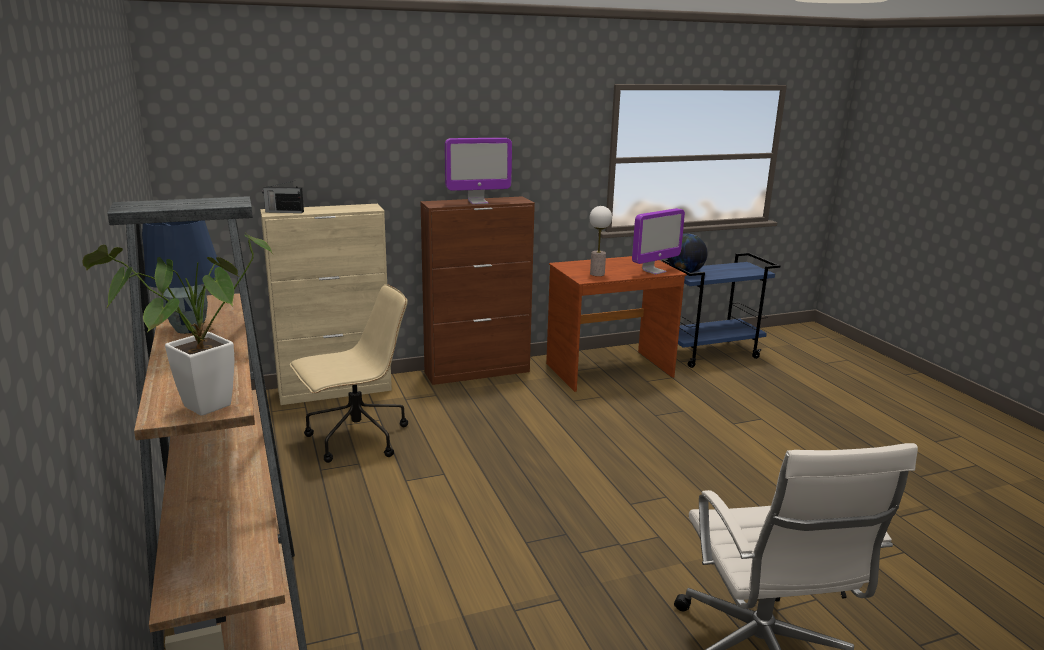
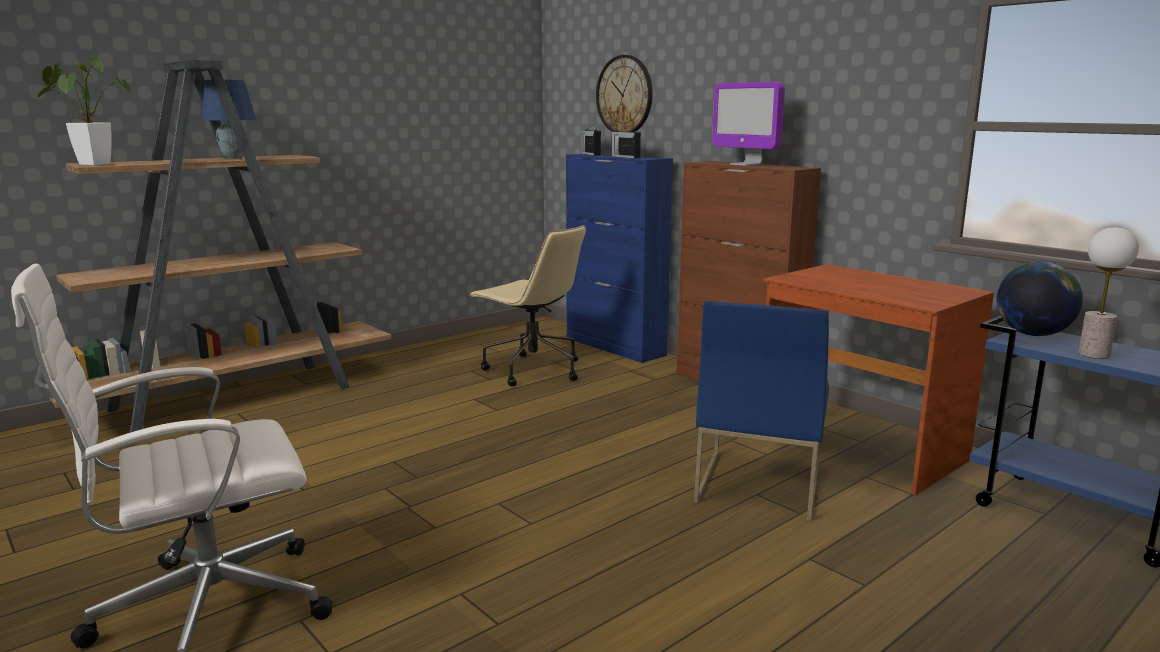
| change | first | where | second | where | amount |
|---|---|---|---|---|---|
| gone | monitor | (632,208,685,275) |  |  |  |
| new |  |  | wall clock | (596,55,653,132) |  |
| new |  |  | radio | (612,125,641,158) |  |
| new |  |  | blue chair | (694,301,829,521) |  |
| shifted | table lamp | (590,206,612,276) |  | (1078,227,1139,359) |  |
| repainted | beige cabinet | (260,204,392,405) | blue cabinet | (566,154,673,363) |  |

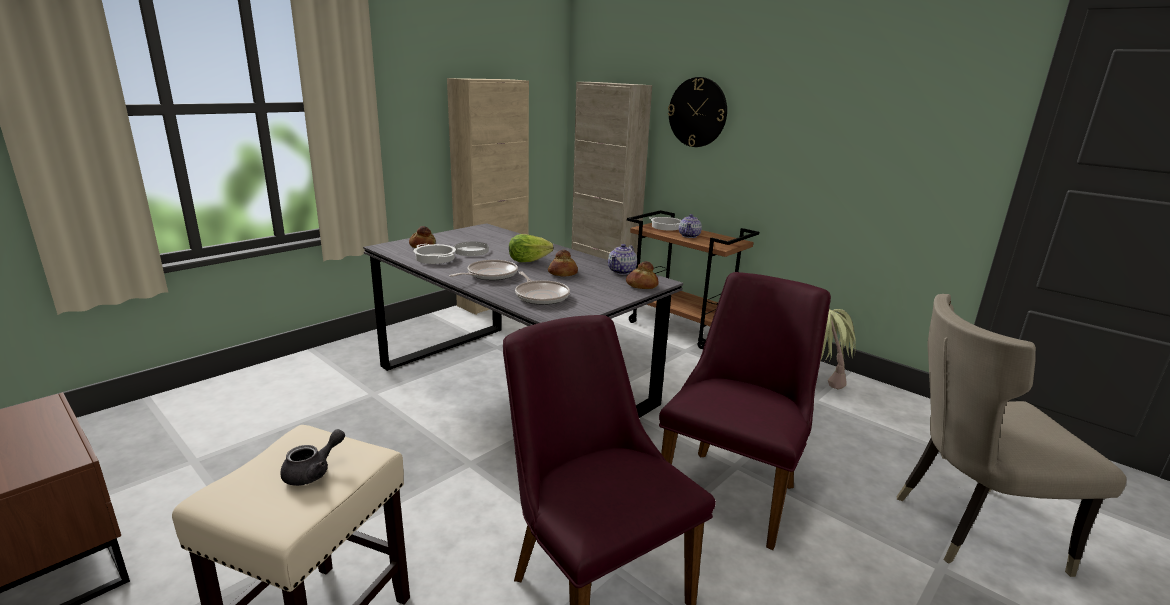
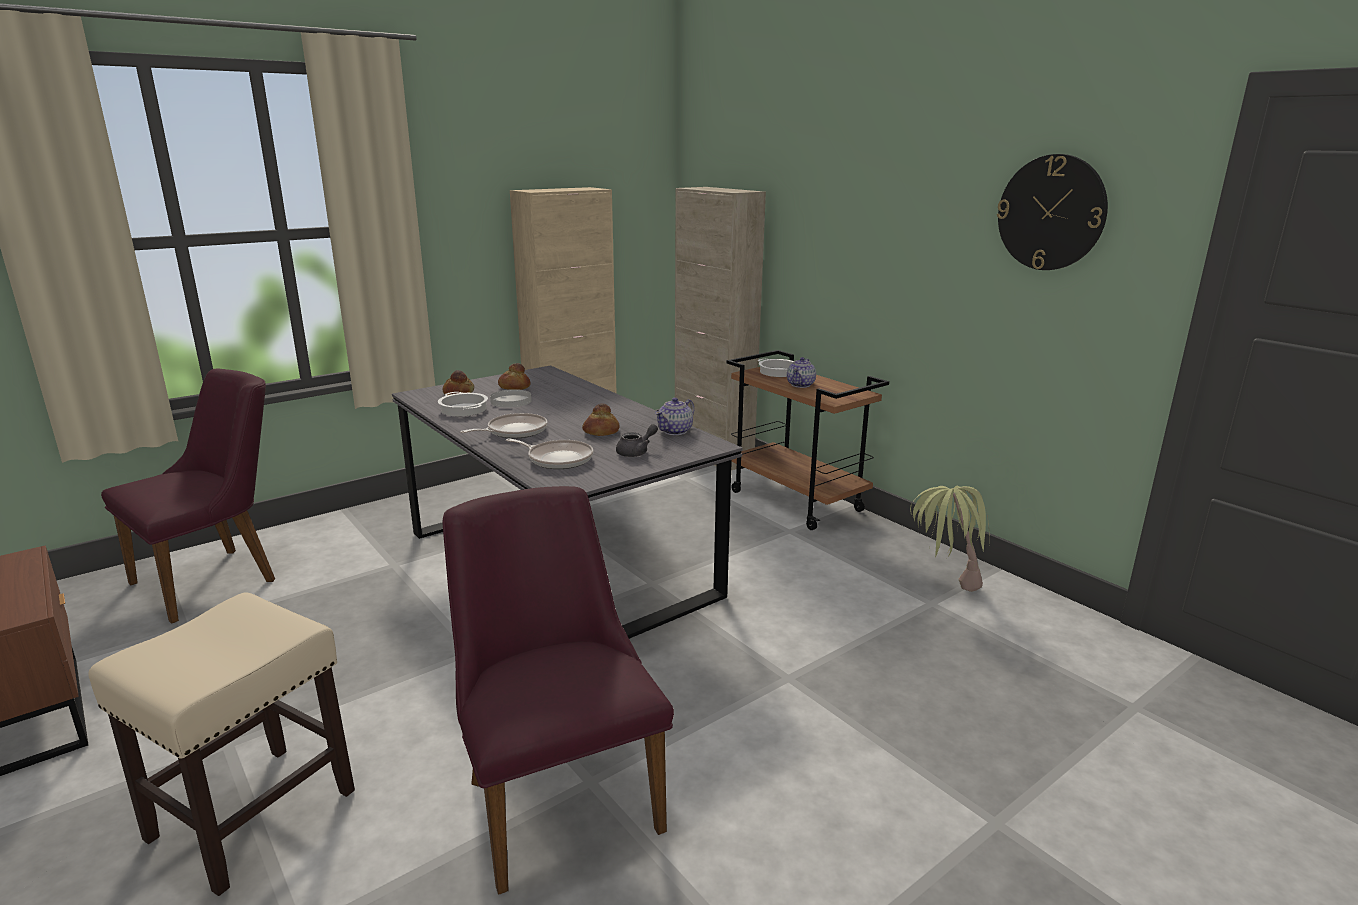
| change | first | where | second | where | amount |
|---|---|---|---|---|---|
| gone | lettuce | (509,234,553,262) |  |  |  |
| gone | beige chair | (897,294,1127,577) |  |  |  |
| shifted | grey teapot | (280,429,345,486) |  | (616,424,658,457) |  |
| shifted | bread | (626,261,659,289) |  | (498,363,531,390) |  |
| shifted | purple chair | (659,272,831,550) |  | (101,368,275,624) |  |
| shifted | wall clock | (668,77,727,147) |  | (997,154,1108,270) |  |
| rotated | frying pan | (515,271,570,305) |  | (506,438,593,469) | 45 degrees counterclockwise |

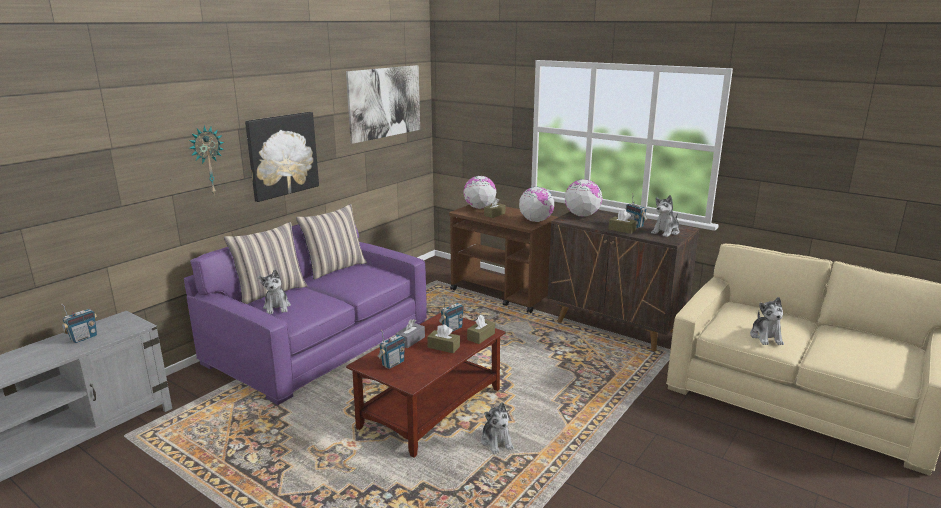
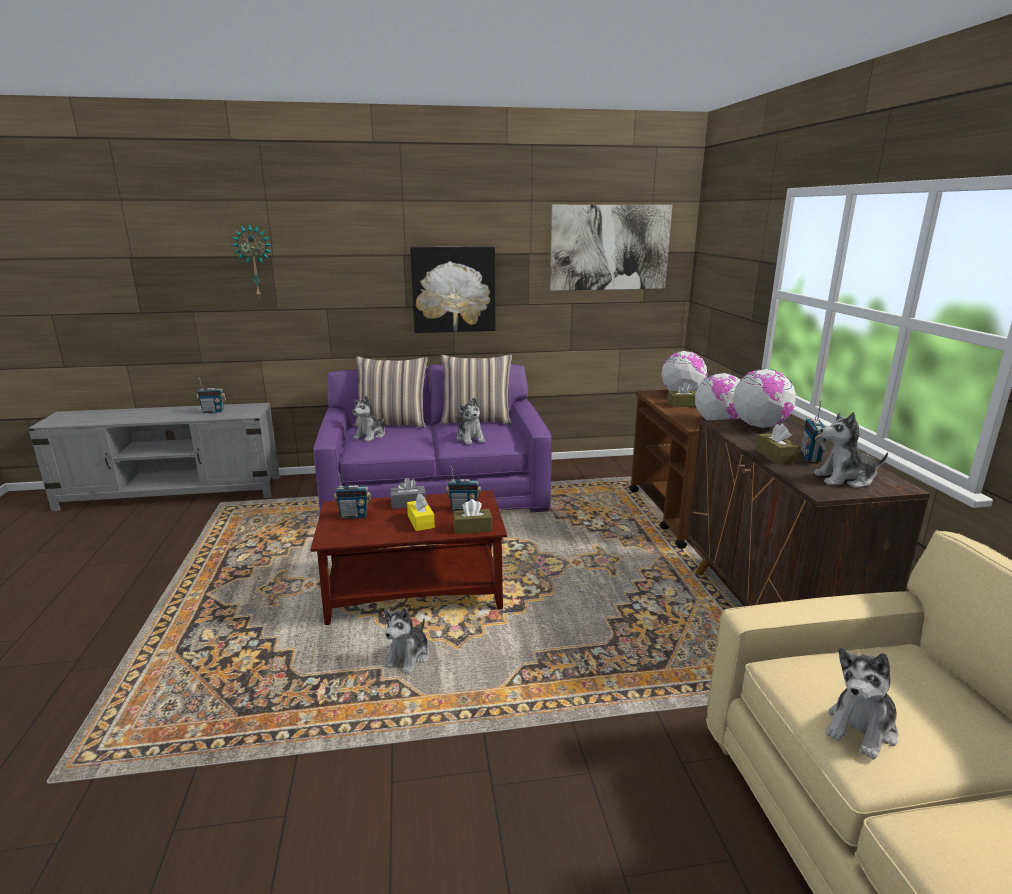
| change | first | where | second | where | amount |
|---|---|---|---|---|---|
| new |  |  | plush toy | (457,398,485,445) |  |
| shifted | wall clock | (189,126,224,194) |  | (232,224,272,296) |  |
| repainted | brown tissue box | (427,324,460,353) | yellow tissue box | (407,494,435,531) |  |

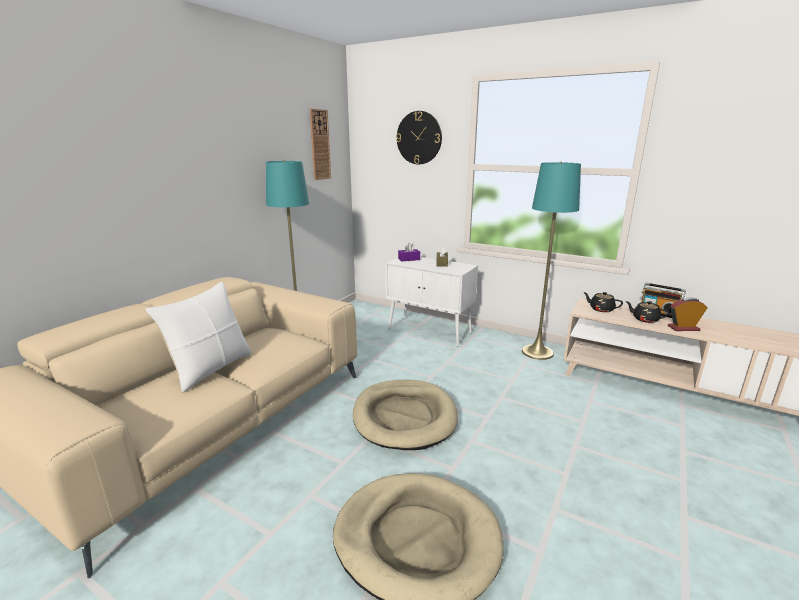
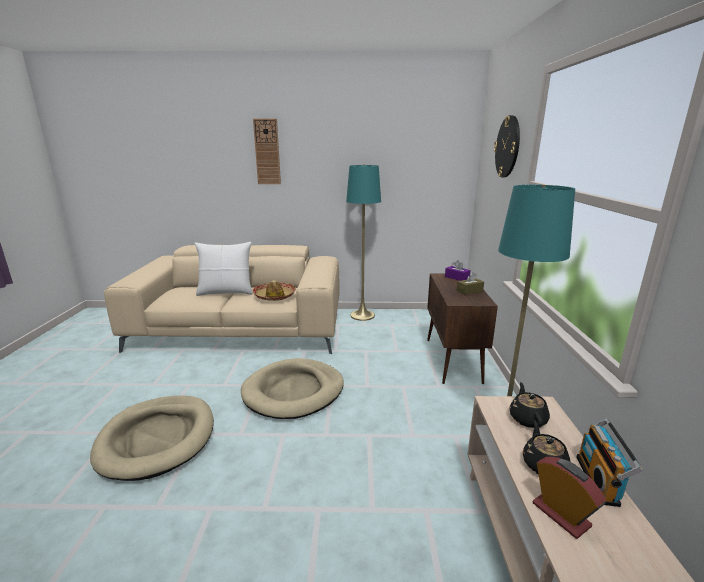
| change | first | where | second | where | amount |
|---|---|---|---|---|---|
| new |  |  | hat | (252,280,296,301) |  |
| shifted | wall clock | (309,109,331,180) |  | (253,119,281,184) |  |
| repainted | white cabinet | (385,257,478,346) | brown cabinet | (427,274,498,384) |  |

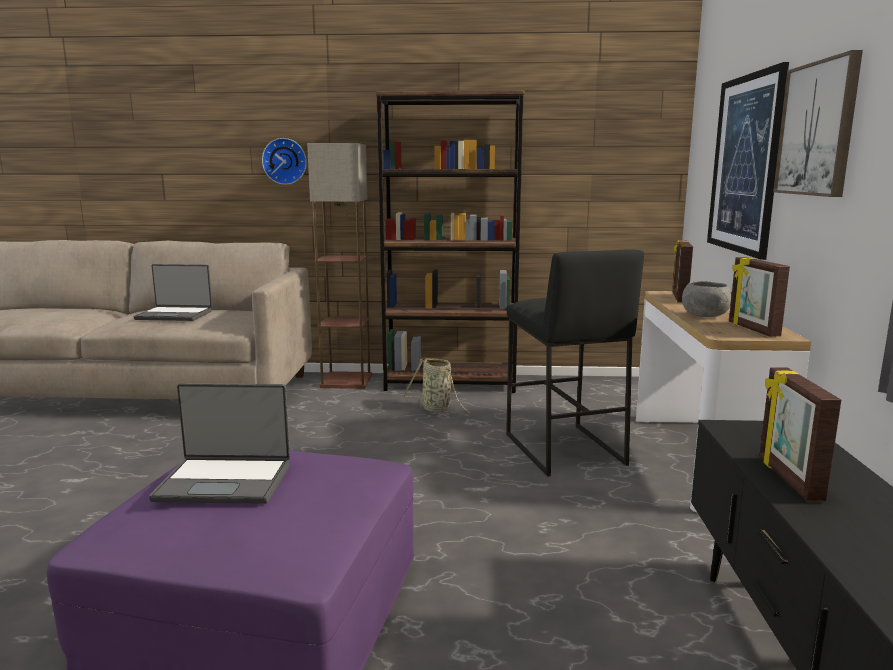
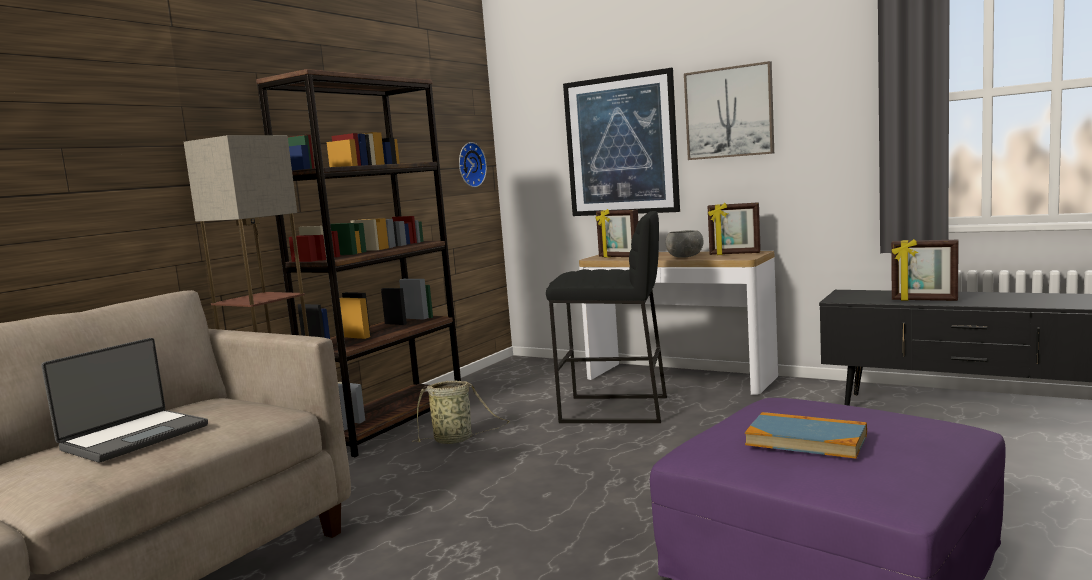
| change | first | where | second | where | amount |
|---|---|---|---|---|---|
| shifted | wall clock | (262,138,307,185) |  | (459,142,487,187) |  |
| swapped | laptop | (149,383,290,504) | book | (745,412,867,459) |  |

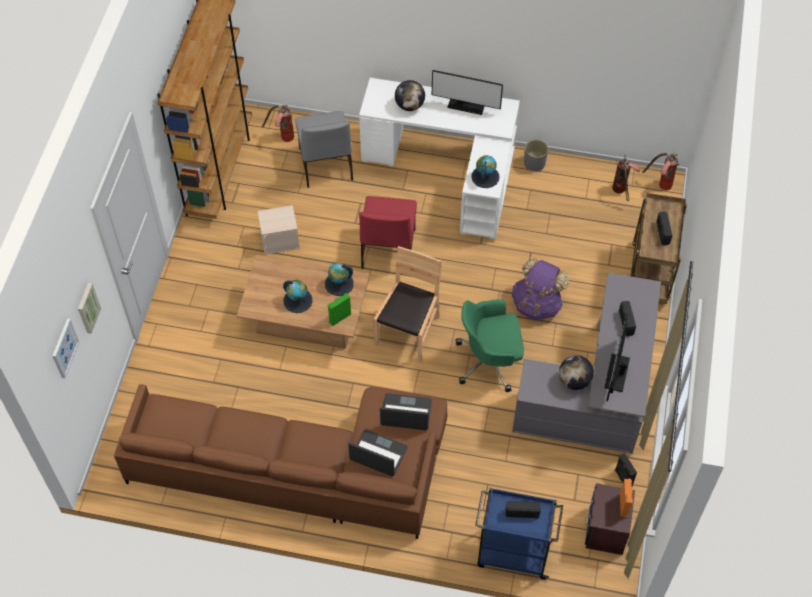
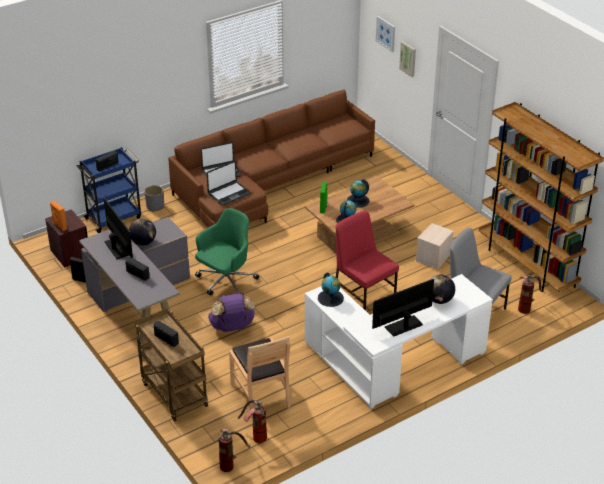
| change | first | where | second | where | amount |
|---|---|---|---|---|---|
| shifted | brown chair | (374,246,442,362) |  | (229,336,290,419) |  |
| shifted | grey planter | (524,139,548,171) |  | (144,185,164,212) |  |

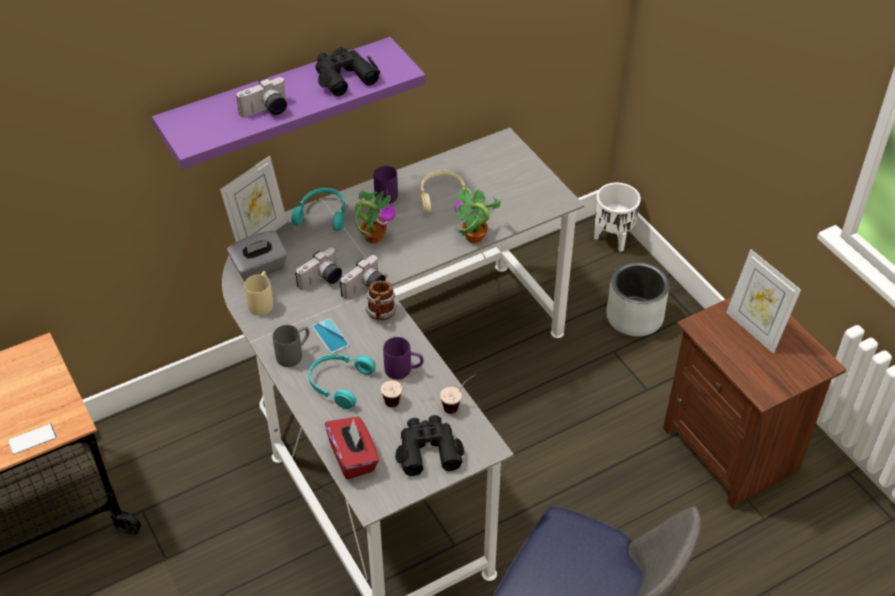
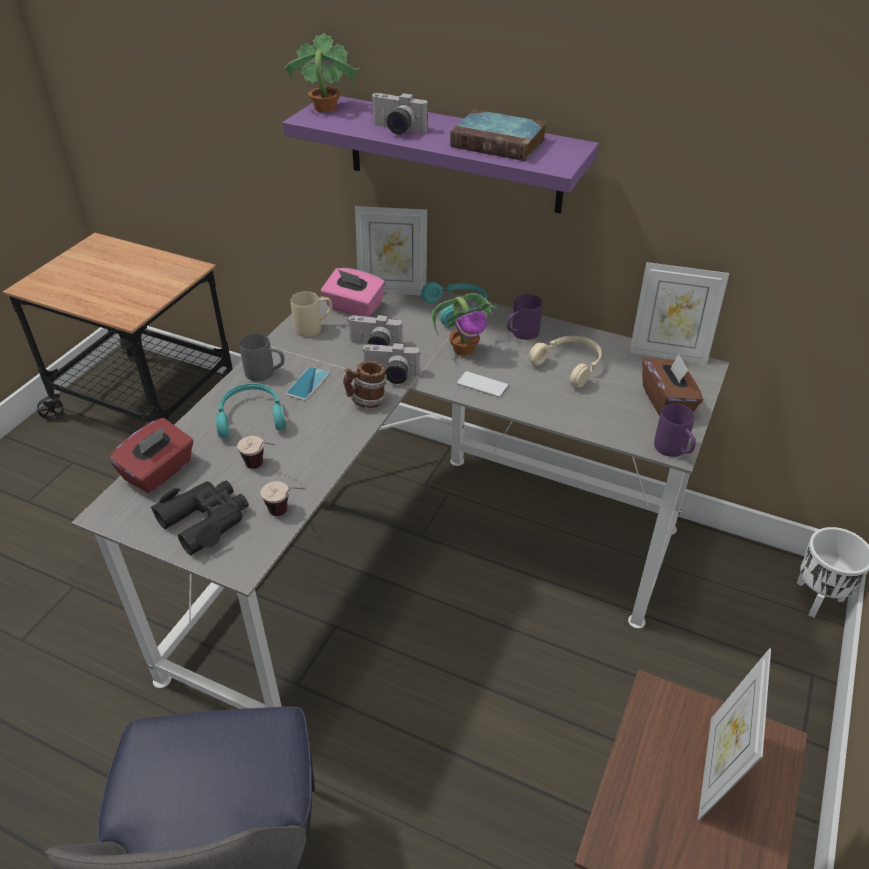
| change | first | where | second | where | amount |
|---|---|---|---|---|---|
| gone | grey planter | (606,262,670,336) |  |  |  |
| new |  |  | picture frame | (629,262,729,365) |  |
| new |  |  | brown tissue box | (642,353,703,416) |  |
| shifted | phone | (8,424,57,455) |  | (457,371,509,398) |  |
| shifted | purple mug | (383,337,424,380) |  | (654,404,696,457) |  |
| shifted | potted plant | (455,188,501,243) |  | (285,33,360,113) |  |
| swapped | black binoculars | (315,47,380,96) | book | (450,109,547,161) |  |
| repainted | grey tissue box | (227,231,288,281) | pink tissue box | (321,268,385,317) |  |

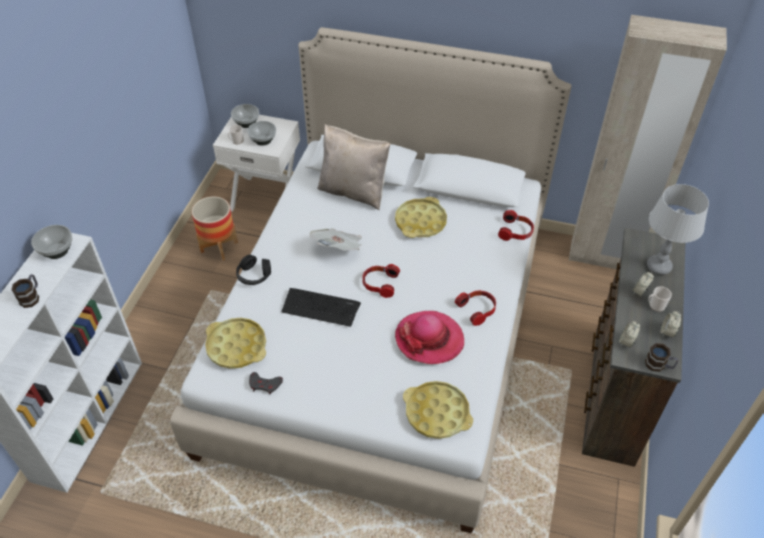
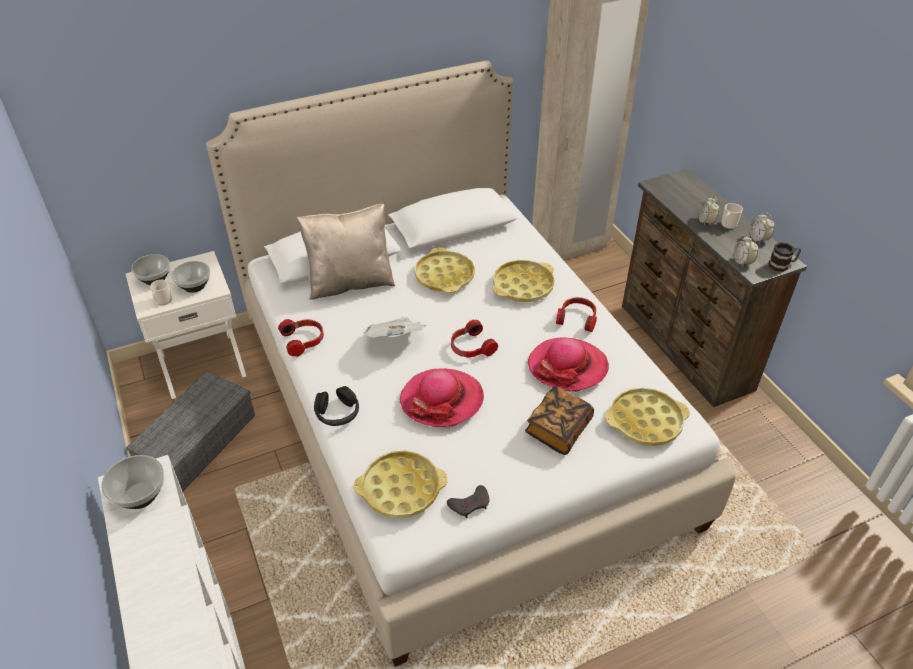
| change | first | where | second | where | amount |
|---|---|---|---|---|---|
| gone | mug | (12,274,39,308) |  |  |  |
| gone | grey table lamp | (647,184,709,275) |  |  |  |
| new |  |  | yellow tray | (493,260,554,302) |  |
| new |  |  | book | (525,386,594,455) |  |
| shifted | headphones | (498,210,534,241) |  | (278,319,324,357) |  |
| swapped | planter | (192,196,238,260) | grey storage box | (126,371,255,492) |  |
| swapped | keyboard | (281,288,361,327) | hat | (400,368,484,427) |  |

